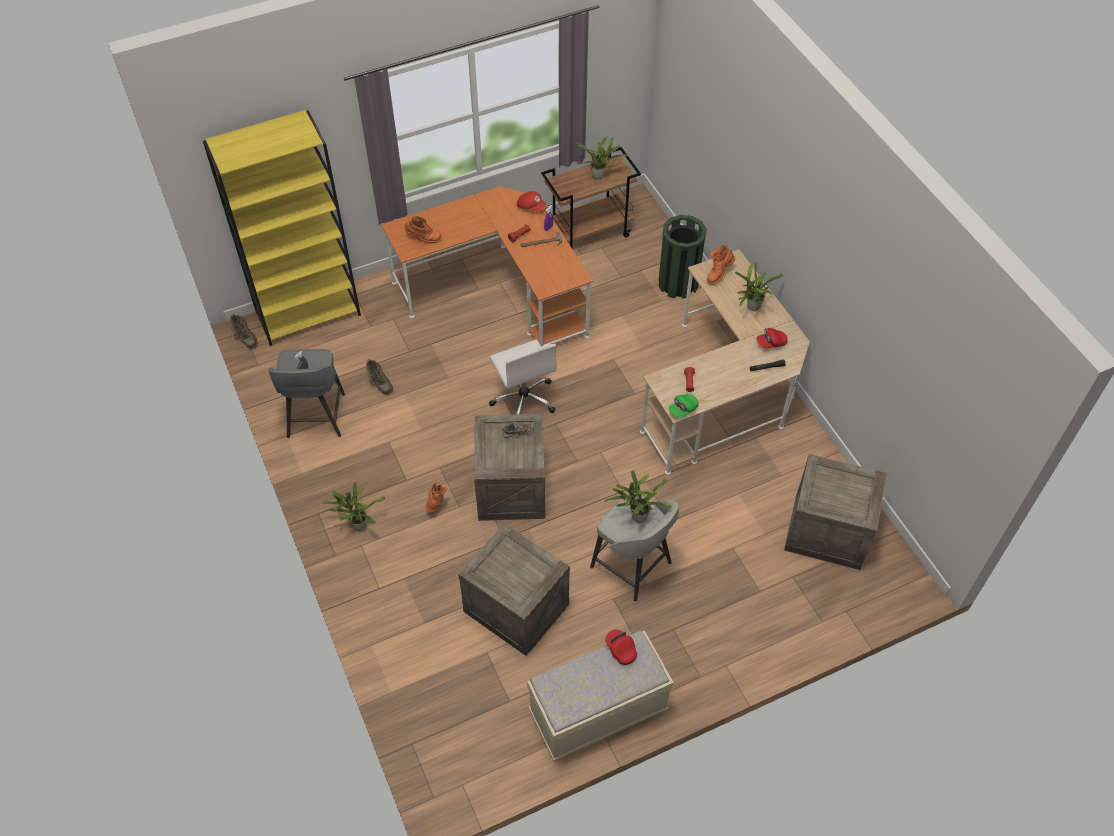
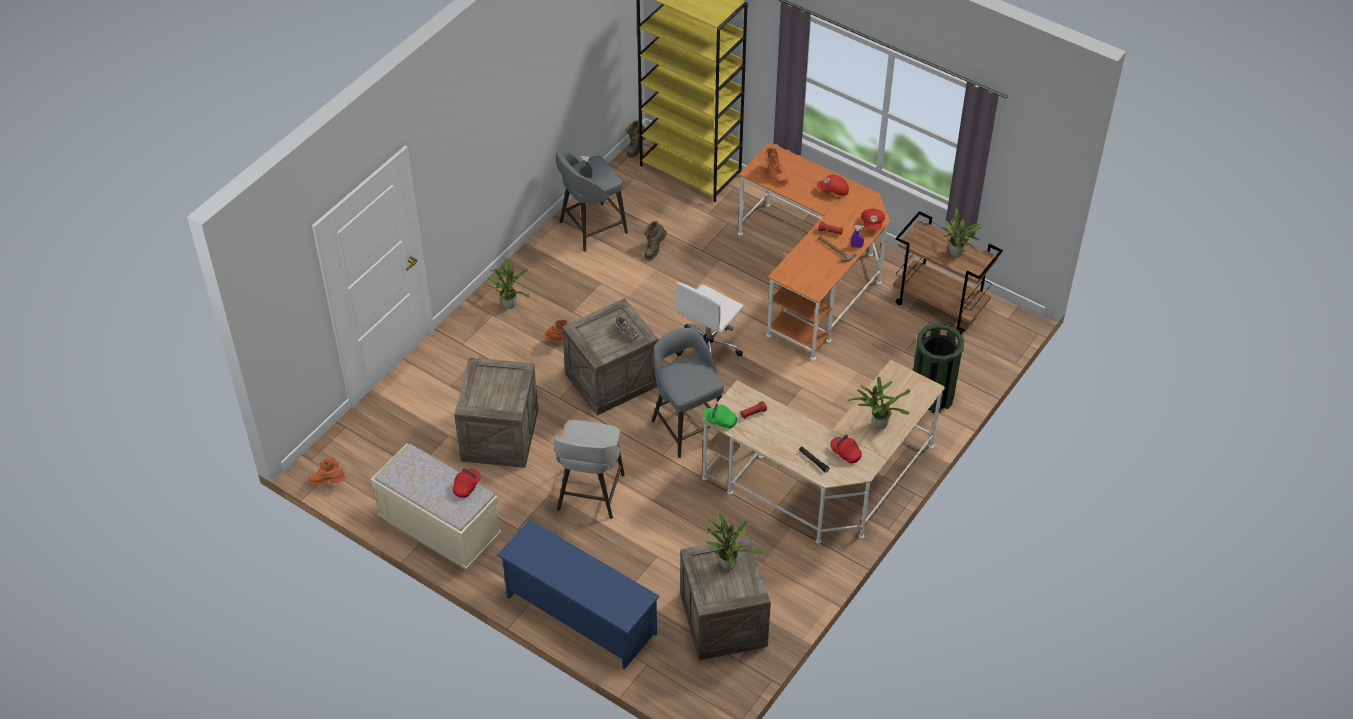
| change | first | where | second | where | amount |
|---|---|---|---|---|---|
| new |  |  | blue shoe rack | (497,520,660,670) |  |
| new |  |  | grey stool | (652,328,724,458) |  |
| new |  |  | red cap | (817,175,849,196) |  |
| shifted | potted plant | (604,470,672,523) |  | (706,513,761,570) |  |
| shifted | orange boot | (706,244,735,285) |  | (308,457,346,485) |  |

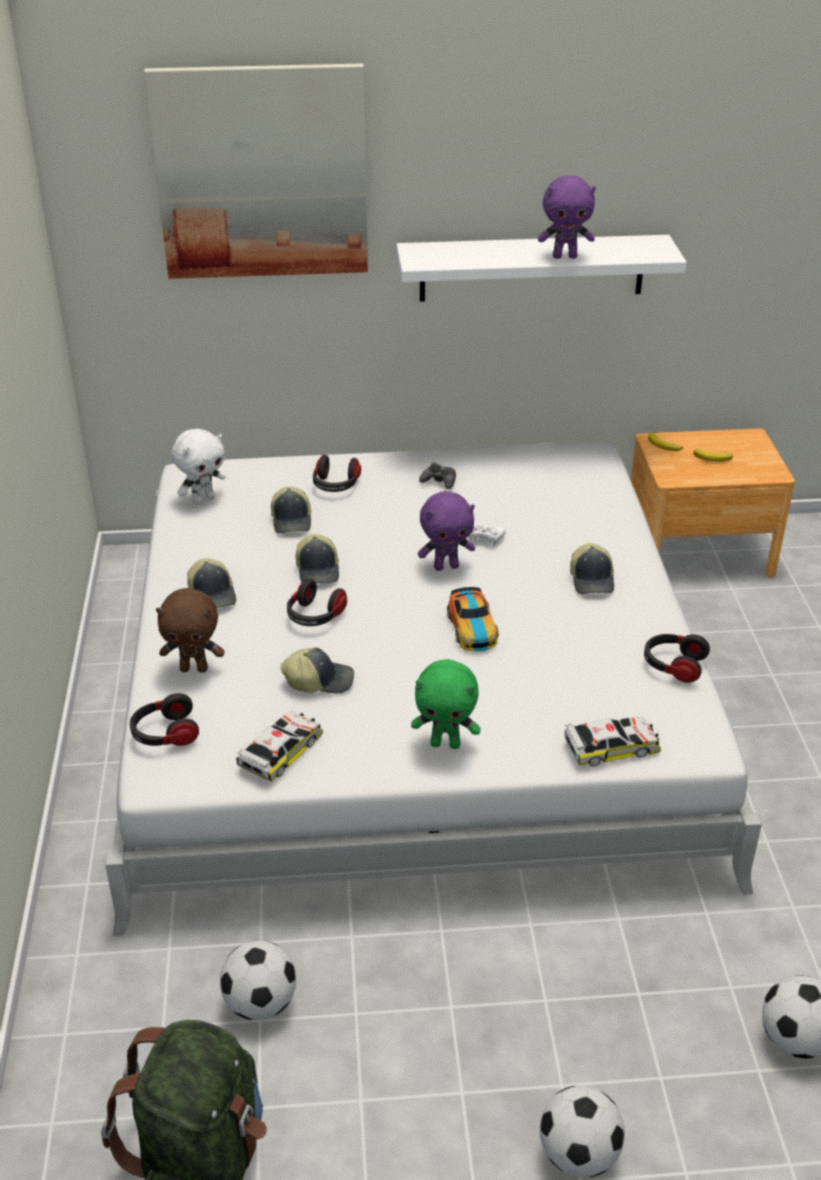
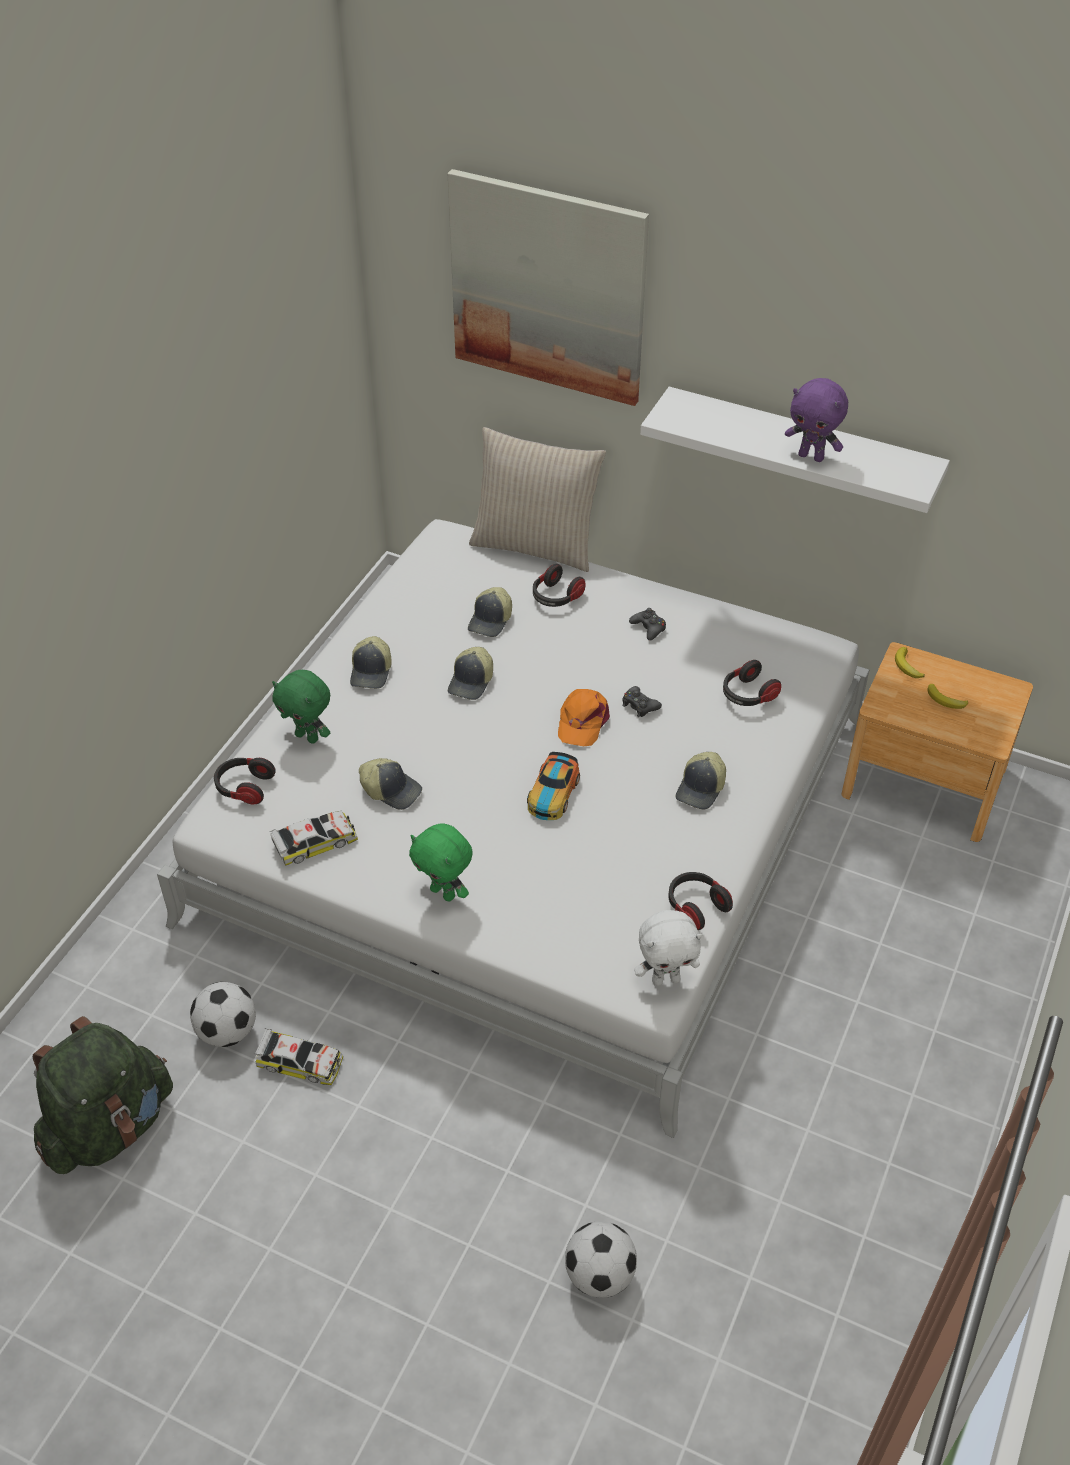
| change | first | where | second | where | amount |
|---|---|---|---|---|---|
| gone | football | (540,1086,625,1177) |  |  |  |
| new |  |  | beige pillow | (469,427,606,572) |  |
| shifted | white plush toy | (171,429,226,505) |  | (634,910,702,986) |  |
| shifted | headphones | (287,579,347,626) |  | (723,660,782,706) |  |
| shifted | toy car | (565,717,661,766) |  | (254,1028,343,1085) |  |
| swapped | purple plush toy | (418,491,475,571) | orange cap | (558,689,610,746) |  |
| repainted | brown plush toy | (156,588,224,672) | green plush toy | (272,670,330,744) |  |
| repainted | white game controller | (468,523,506,547) | black game controller | (622,686,662,717) |  |

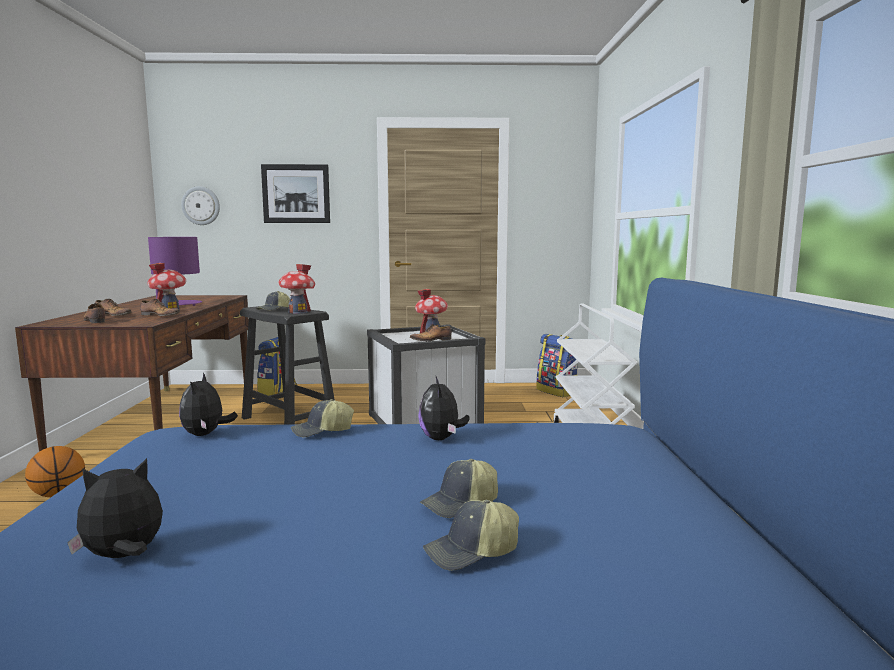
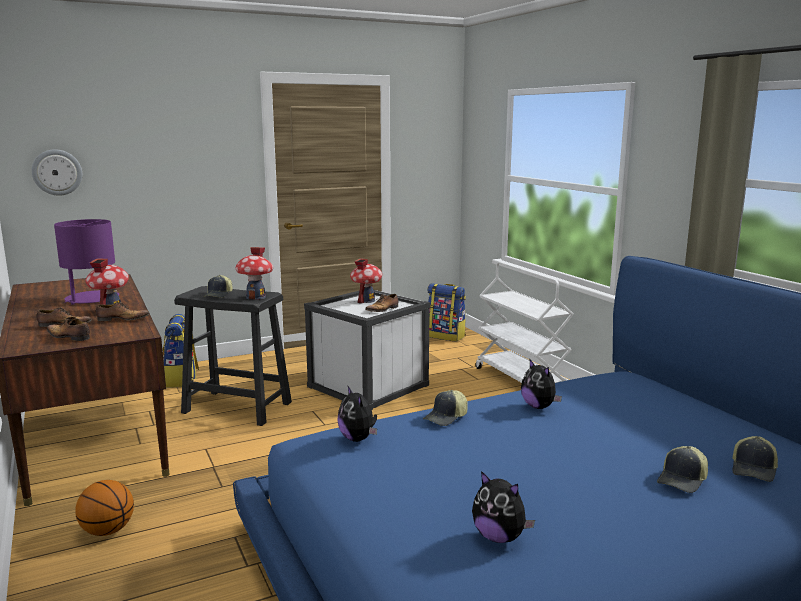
| change | first | where | second | where | amount |
|---|---|---|---|---|---|
| gone | picture | (261,164,330,223) |  |  |  |
| shifted | cap | (420,459,498,518) |  | (733,436,778,482) |  |
| rotated | plush toy | (67,458,163,558) |  | (472,471,535,543) | 90 degrees counterclockwise |

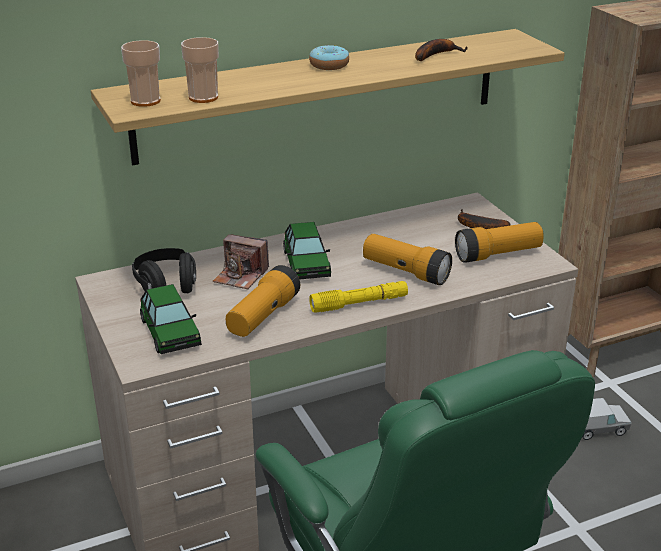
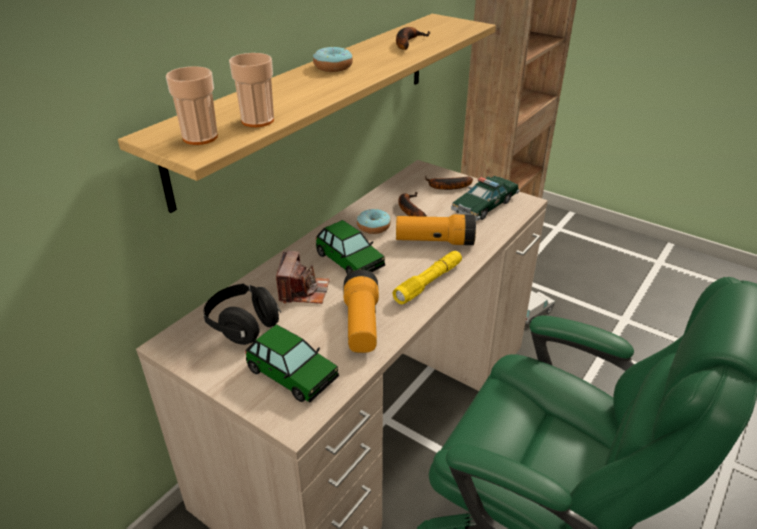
| change | first | where | second | where | amount |
|---|---|---|---|---|---|
| new |  |  | donut | (357,209,391,234) |  |
| new |  |  | banana | (399,192,427,217) |  |
| swapped | flashlight | (455,222,544,263) | toy car | (451,176,520,221) |  |
| rotated | photo camera | (213,234,269,289) |  | (276,251,330,304) | 75 degrees counterclockwise |

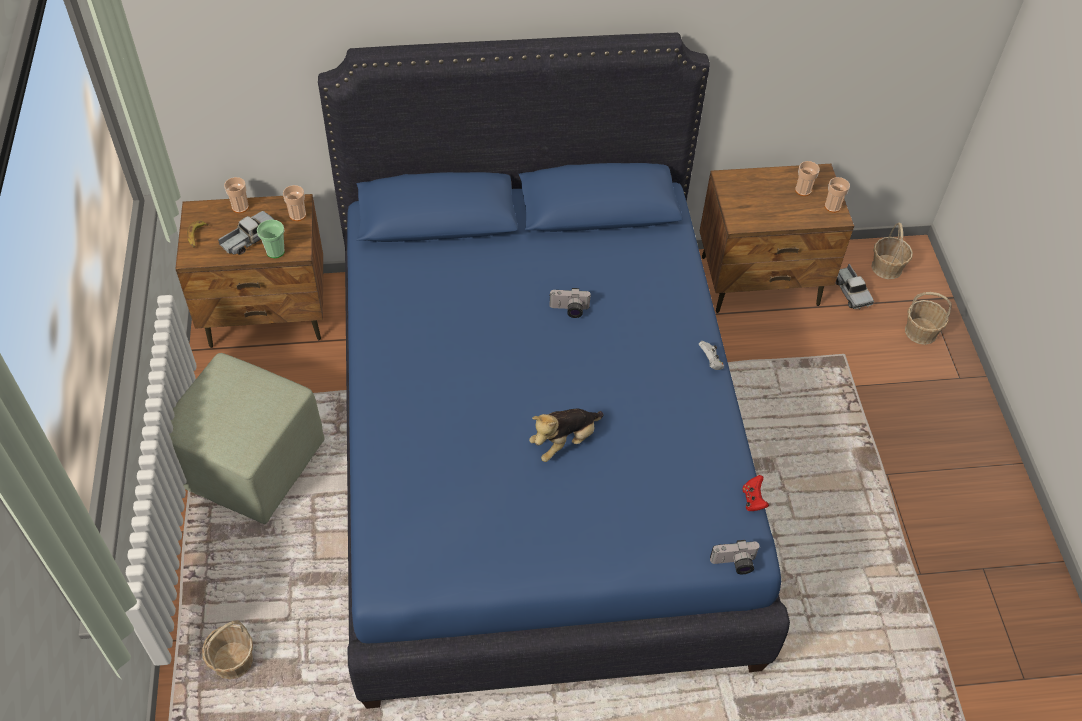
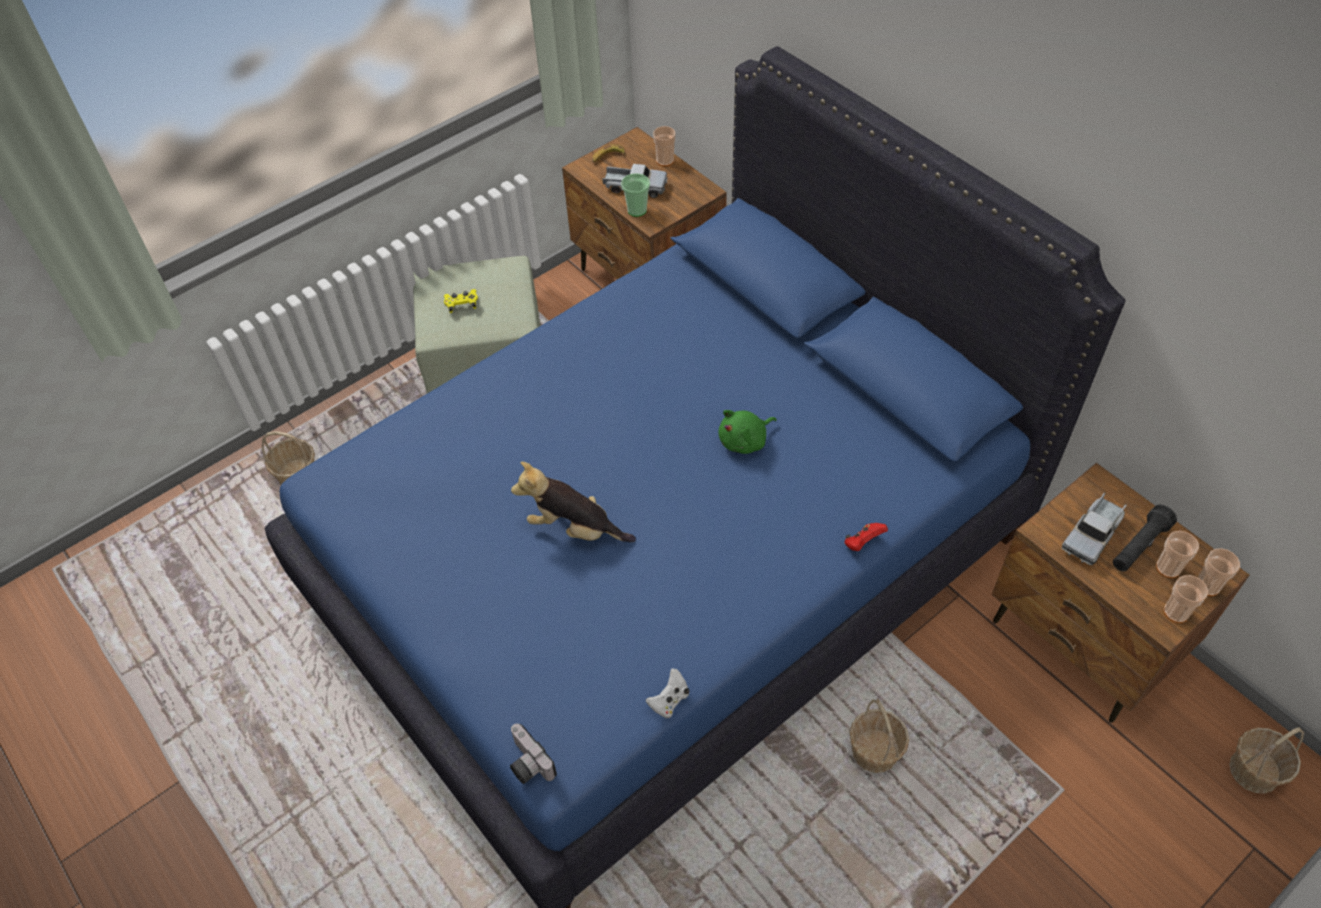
| change | first | where | second | where | amount |
|---|---|---|---|---|---|
| new |  |  | yellow game controller | (444,289,478,313) |  |
| new |  |  | black flashlight | (1113,505,1177,571) |  |
| shifted | cup | (283,185,306,221) |  | (1198,548,1240,596) |  |
| shifted | white game controller | (698,341,724,370) |  | (646,668,689,718) |  |
| shifted | red game controller | (743,475,769,511) |  | (845,523,888,551) |  |
| shifted | toy truck | (836,264,874,309) |  | (1062,493,1127,565) |  |
| shifted | basket | (905,292,952,345) |  | (850,698,909,773) |  |
| swapped | photo camera | (550,288,591,318) | green plush toy | (718,410,777,454) |  |

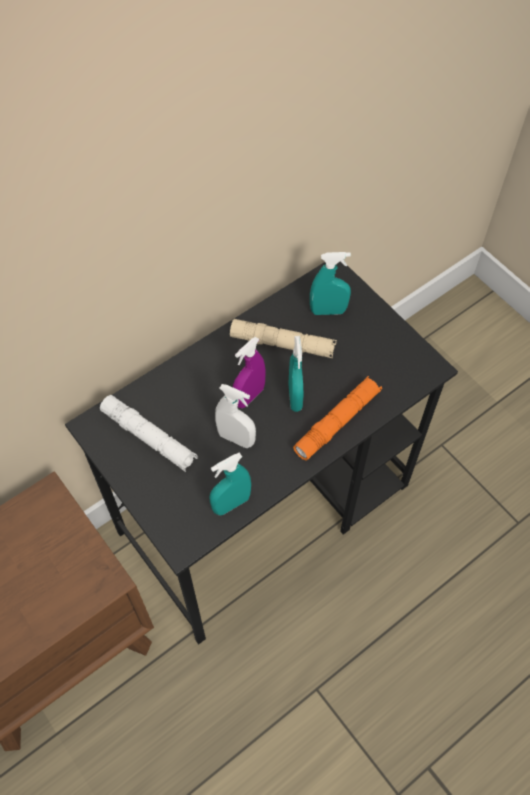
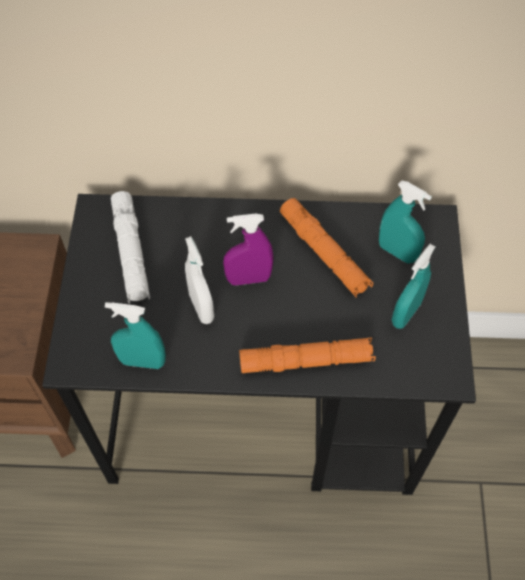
| change | first | where | second | where | amount |
|---|---|---|---|---|---|
| shifted | turquoise spray bottle | (288,336,303,412) |  | (392,244,435,329) |  |
| repainted | beige flashlight | (230,319,337,358) | orange flashlight | (280,198,373,298) |  |

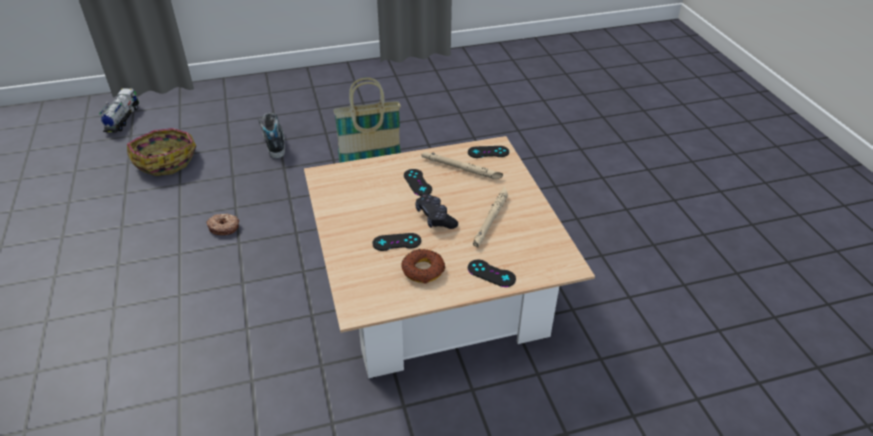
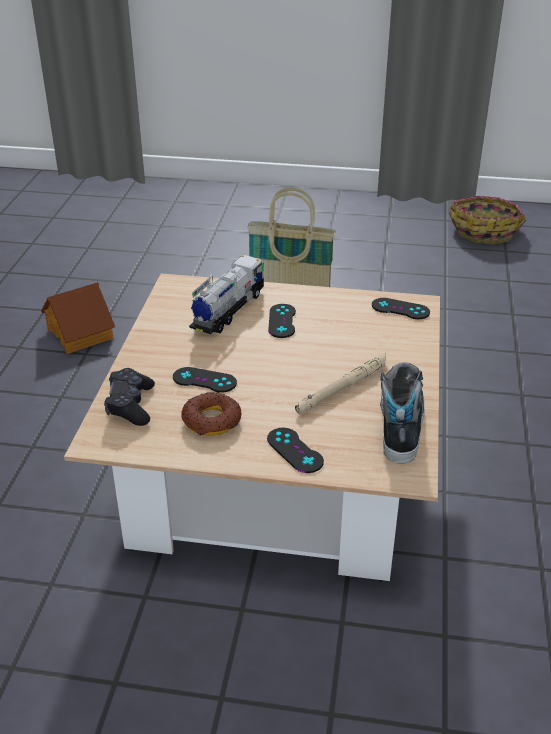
| change | first | where | second | where | amount |
|---|---|---|---|---|---|
| gone | beige flashlight | (421,152,503,179) |  |  |  |
| shifted | toy truck | (99,88,139,132) |  | (189,255,264,334) |  |
| shifted | basket | (127,128,196,176) |  | (449,196,526,245) |  |
| shifted | shoe | (258,112,285,158) |  | (380,362,425,464) |  |
| shifted | black game controller | (415,194,458,229) |  | (104,368,155,426) |  |
| swapped | donut | (206,214,239,235) | toy house | (41,282,115,354) |  |

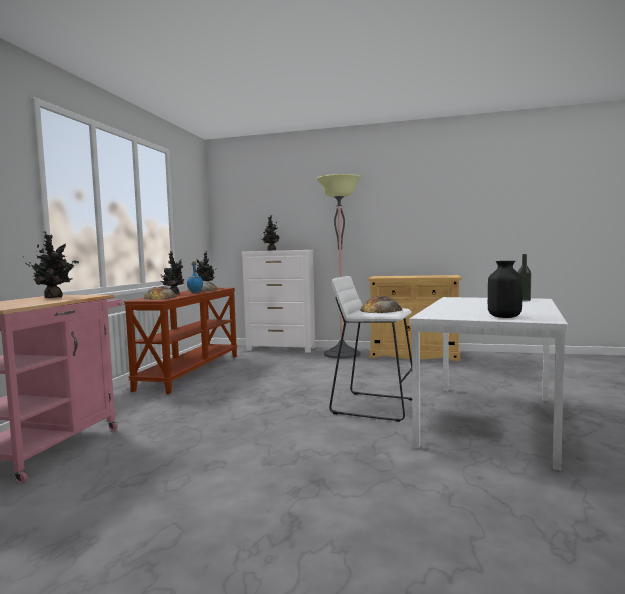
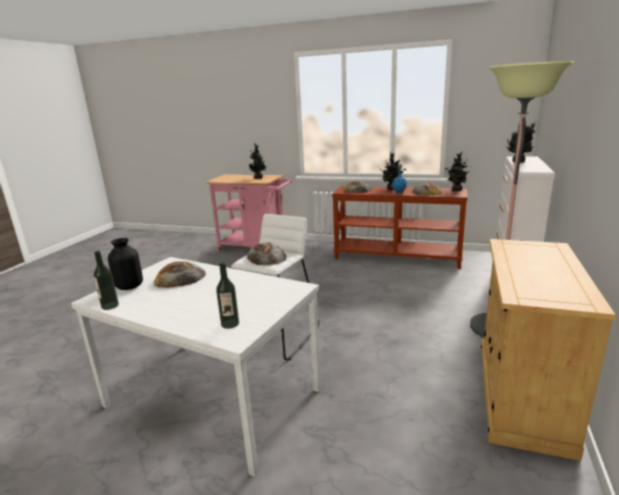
| change | first | where | second | where | amount |
|---|---|---|---|---|---|
| new |  |  | bottle | (94,251,119,310) |  |
| new |  |  | bread | (154,261,206,288) |  |

